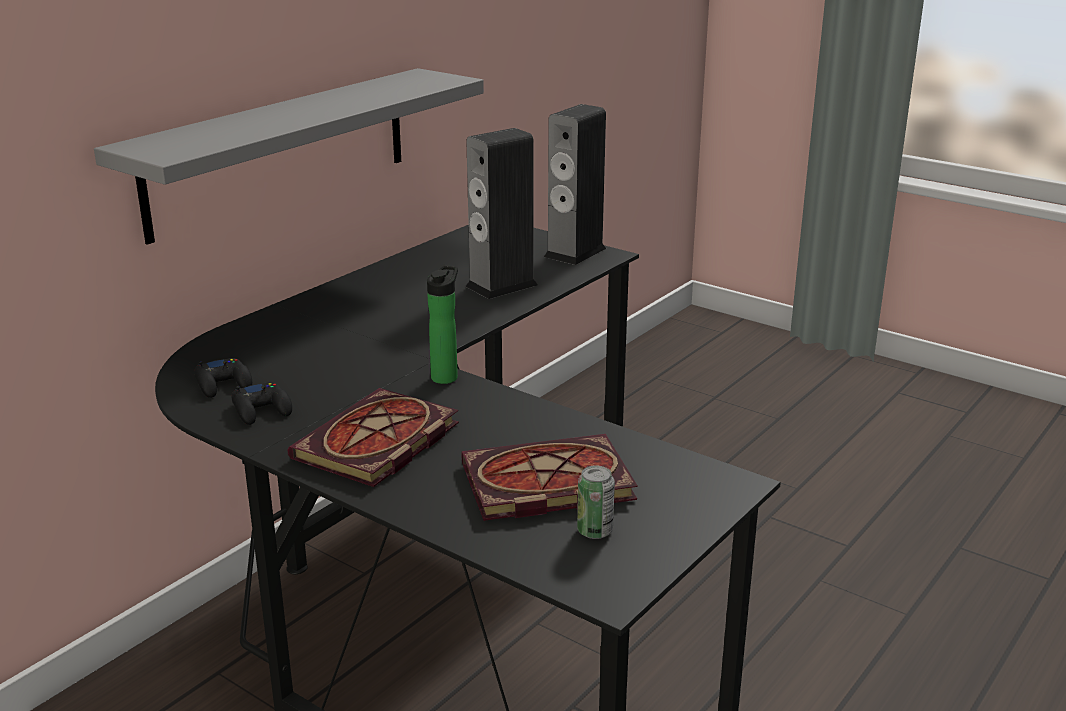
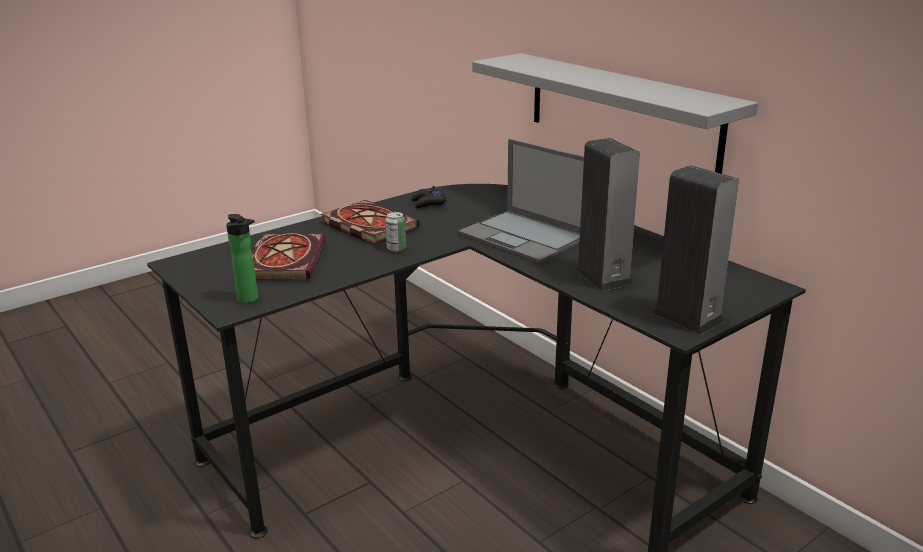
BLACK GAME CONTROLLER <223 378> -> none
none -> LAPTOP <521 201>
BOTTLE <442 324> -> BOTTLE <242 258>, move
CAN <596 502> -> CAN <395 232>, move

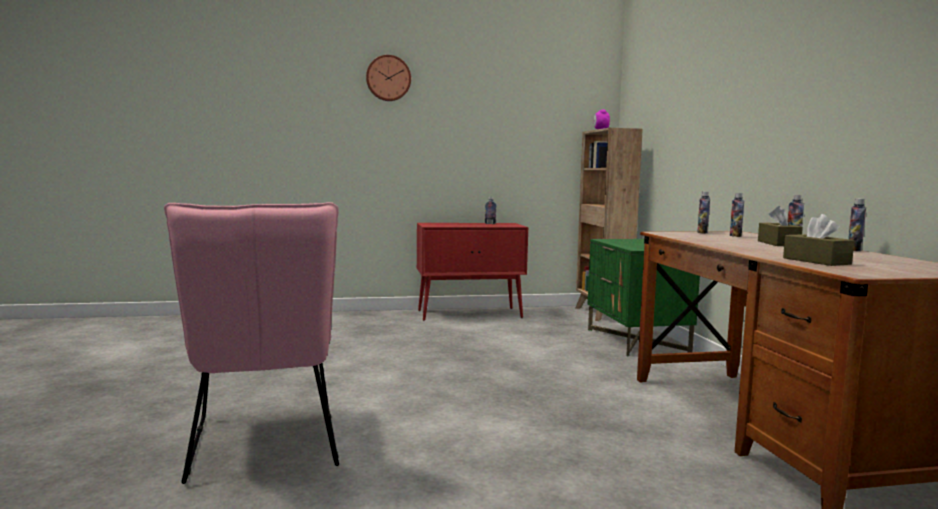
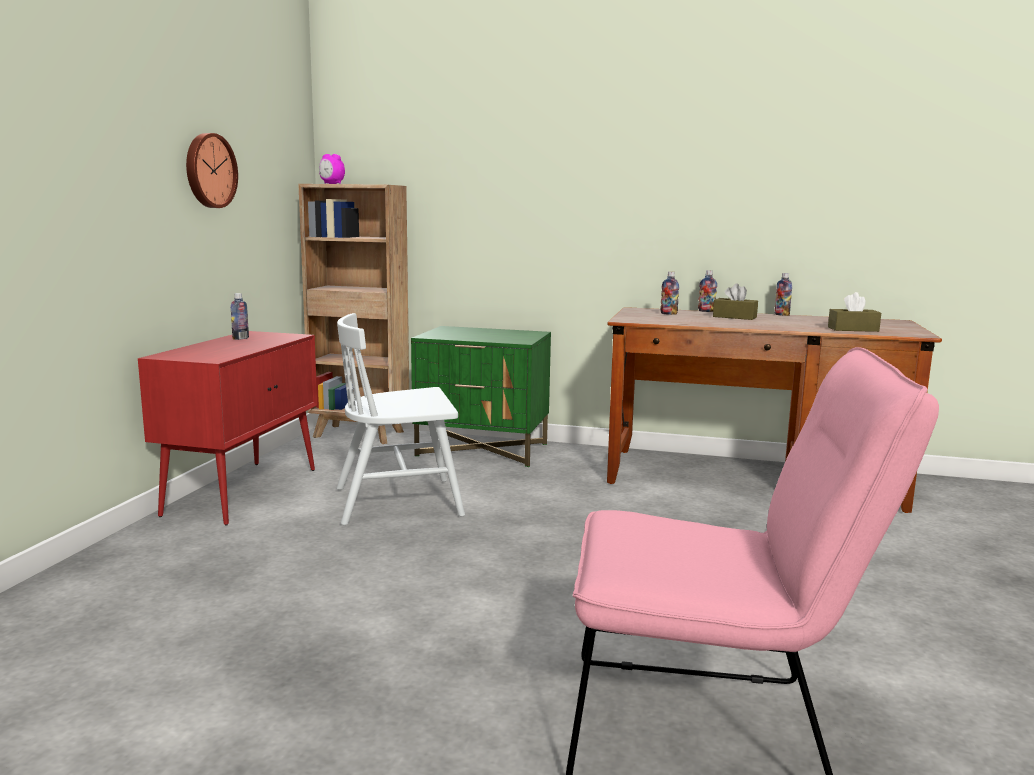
BOTTLE <703 212> -> none
none -> WHITE CHAIR <400 419>
WALL CLOCK <388 78> -> WALL CLOCK <212 170>, move

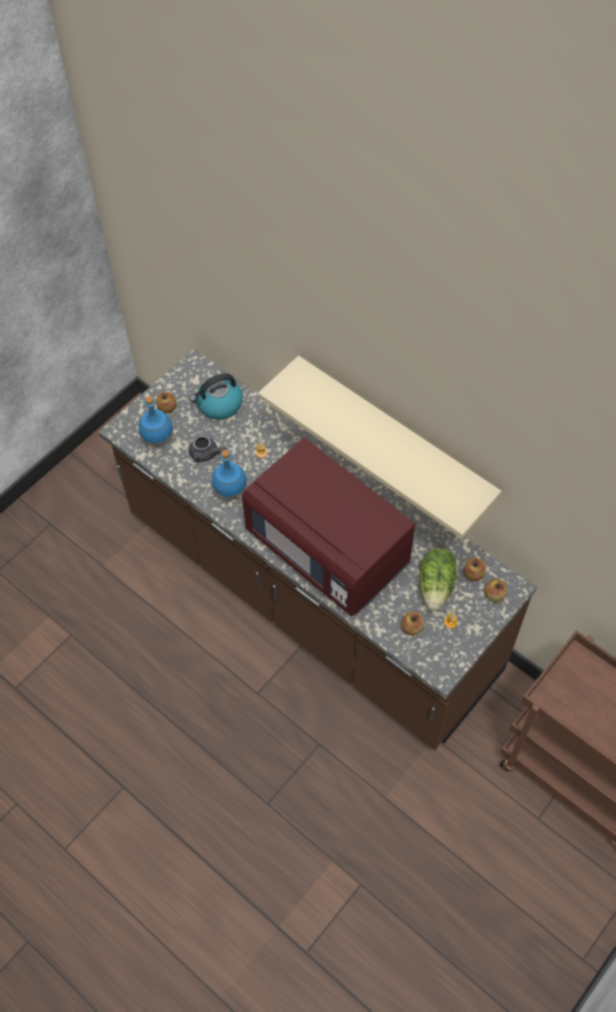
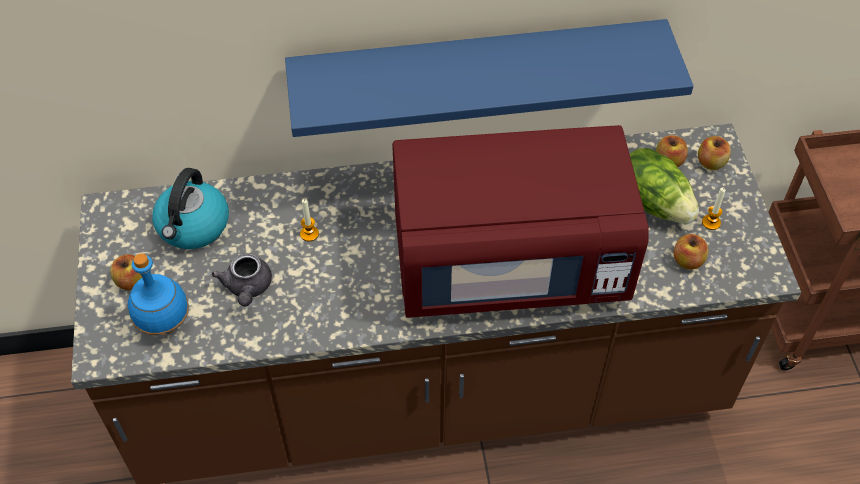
BLUE BOTTLE <229 474> -> none
BEIGE SHELF <379 447> -> BLUE SHELF <489 78>
GREY TEAPOT <208 448> -> GREY TEAPOT <242 280>, 105 degrees clockwise

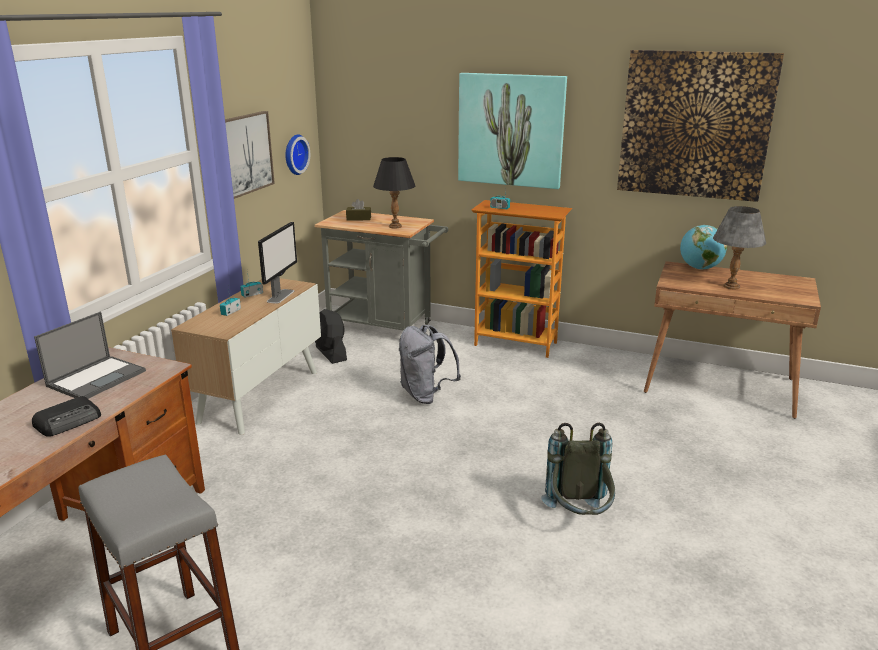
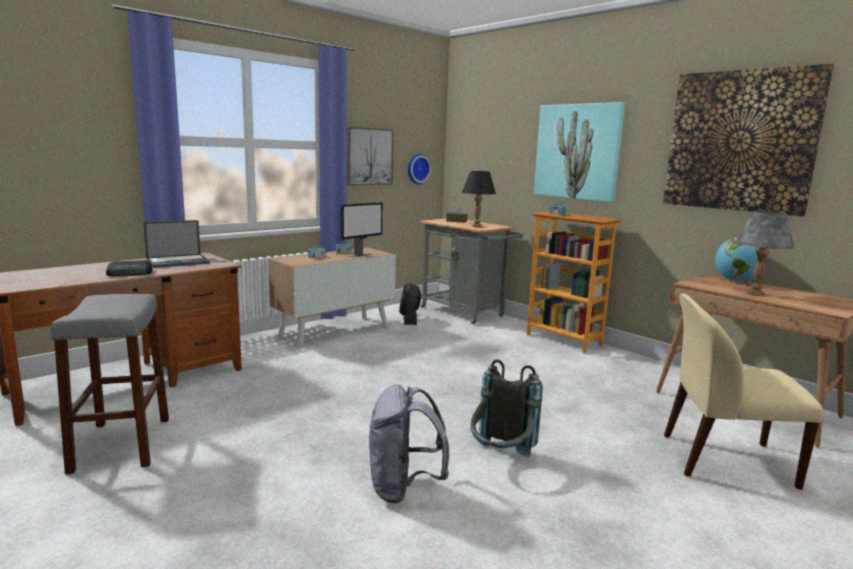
none -> BEIGE CHAIR <744 392>
GREY BACKPACK <430 364> -> GREY BACKPACK <409 443>, move

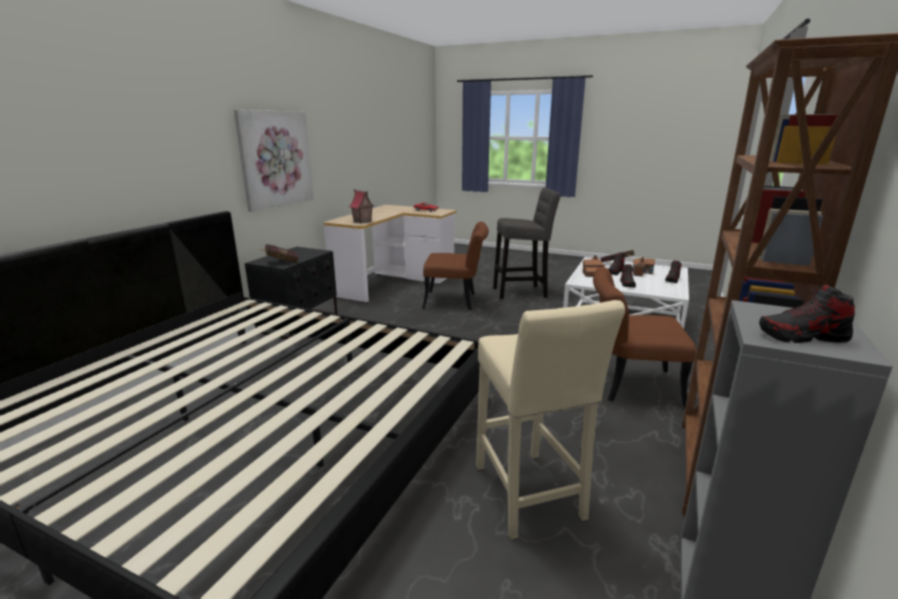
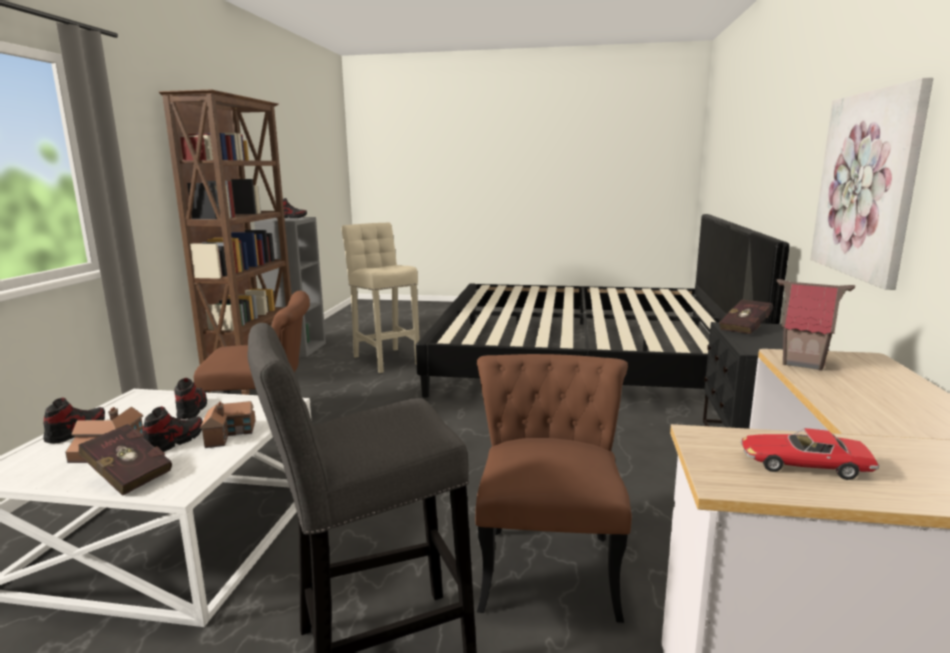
BROWN CHAIR <455 266> -> BROWN CHAIR <553 488>, 105 degrees clockwise

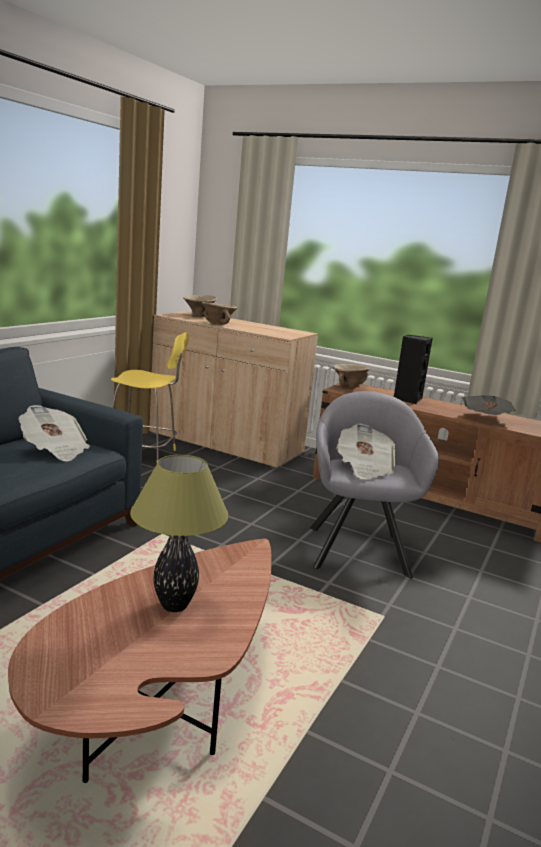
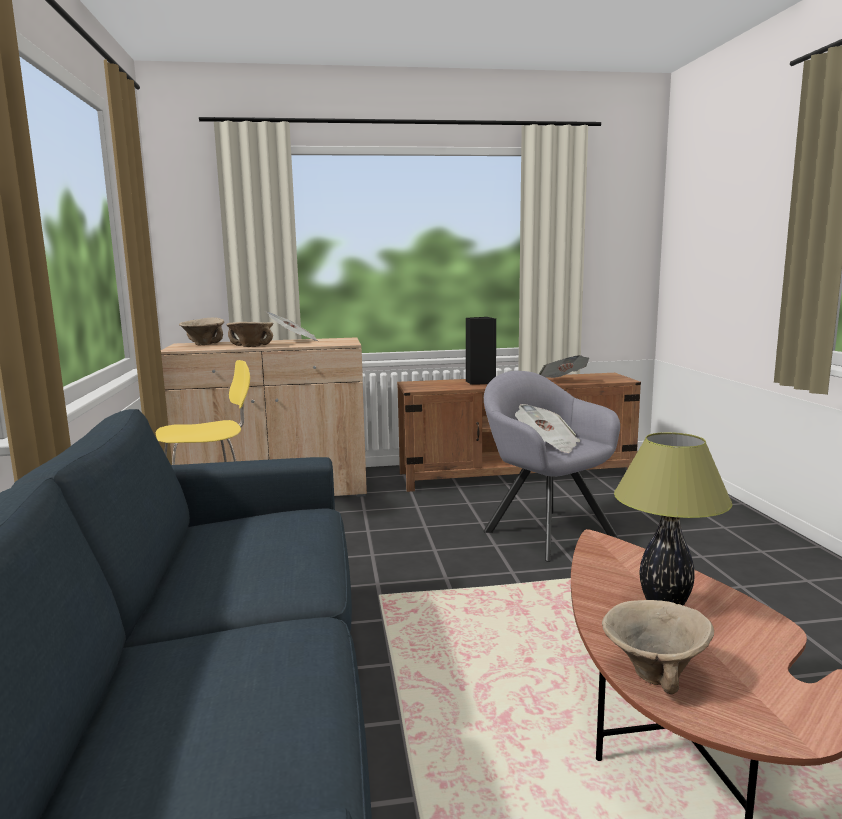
NEWSPAPER <54 433> -> NEWSPAPER <291 326>, move
BEIGE BOWL <351 376> -> BEIGE BOWL <658 647>, move

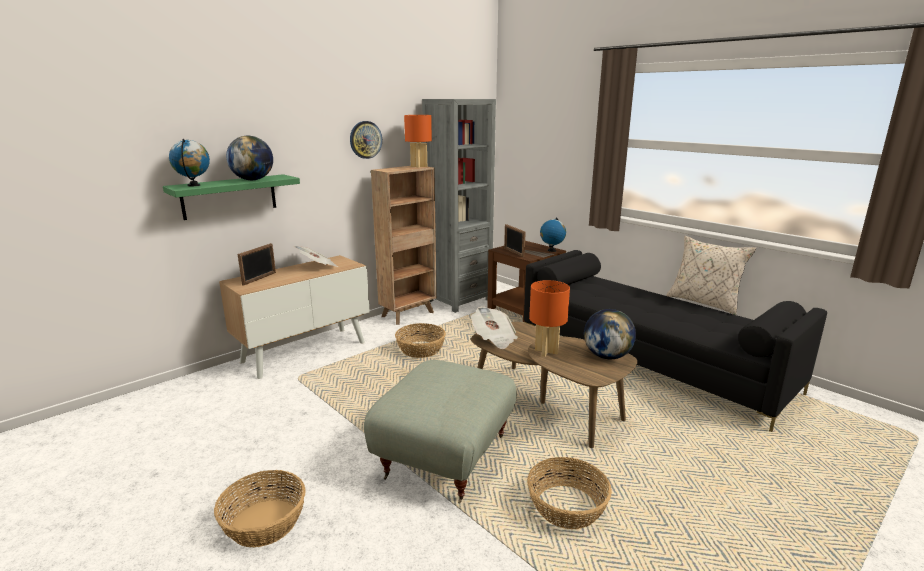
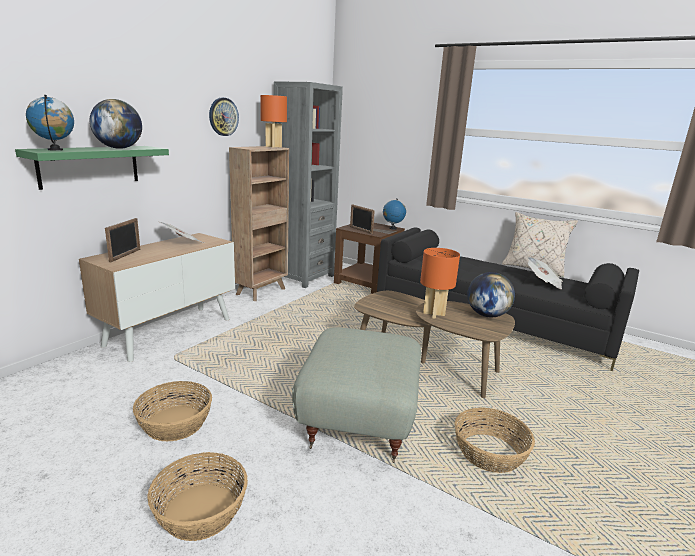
BASKET <420 340> -> BASKET <172 411>, move
NEWSPAPER <494 327> -> NEWSPAPER <545 273>, move

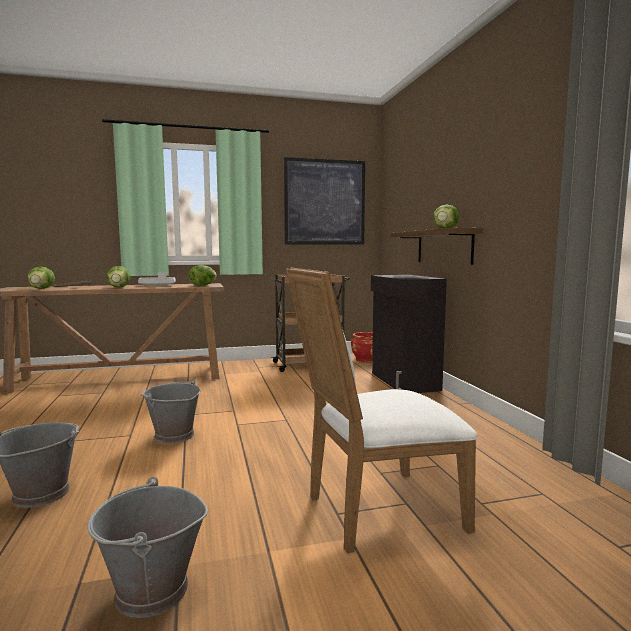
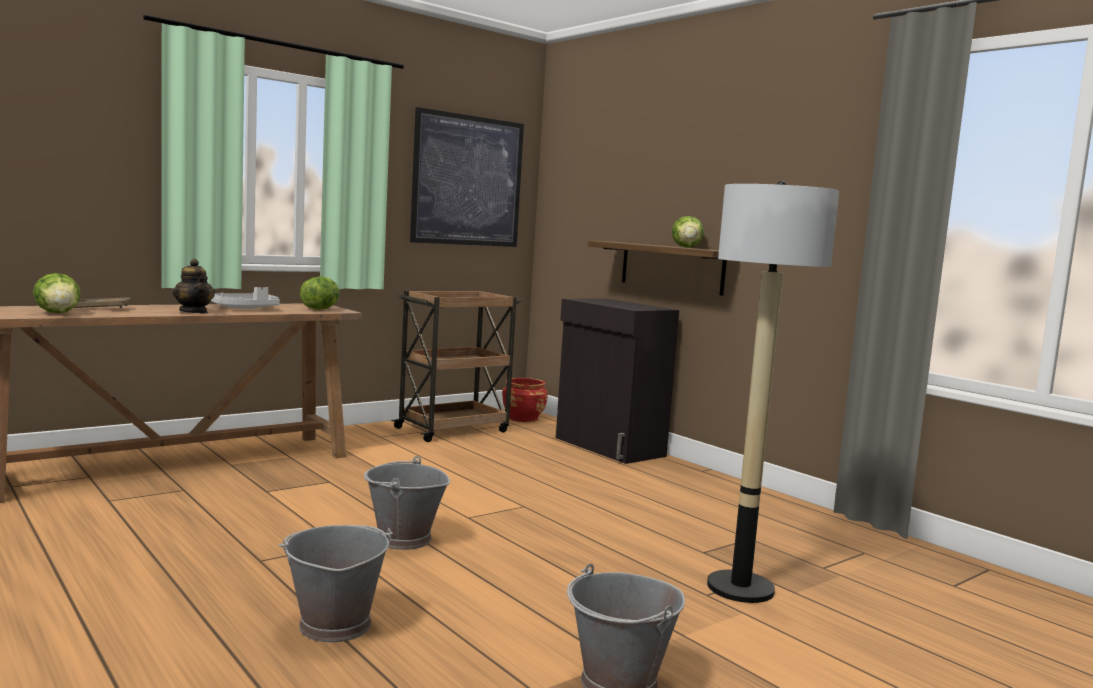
LETTUCE <118 277> -> TEAPOT <194 286>
WHITE CHAIR <381 410> -> FLOOR LAMP <773 392>

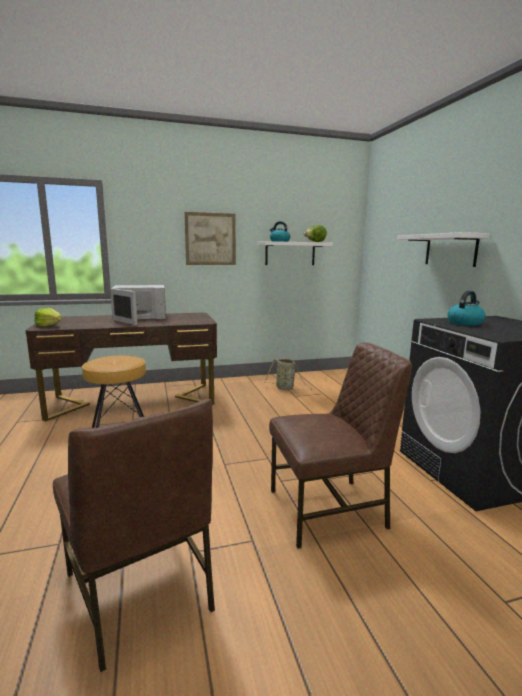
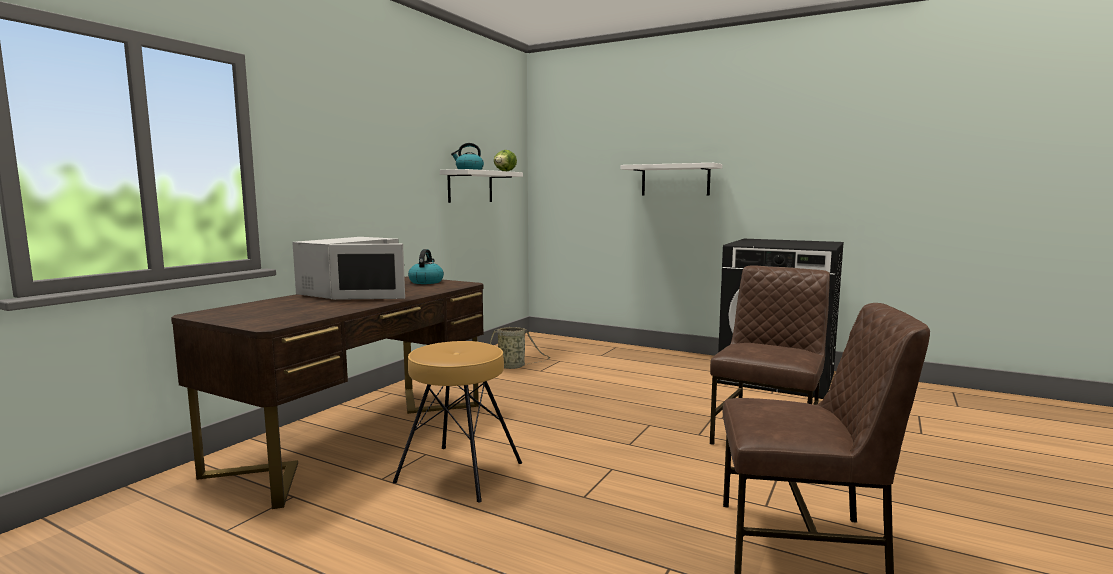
LETTUCE <48 317> -> none
PICTURE <210 238> -> none
KETTLE <466 308> -> KETTLE <426 266>, move

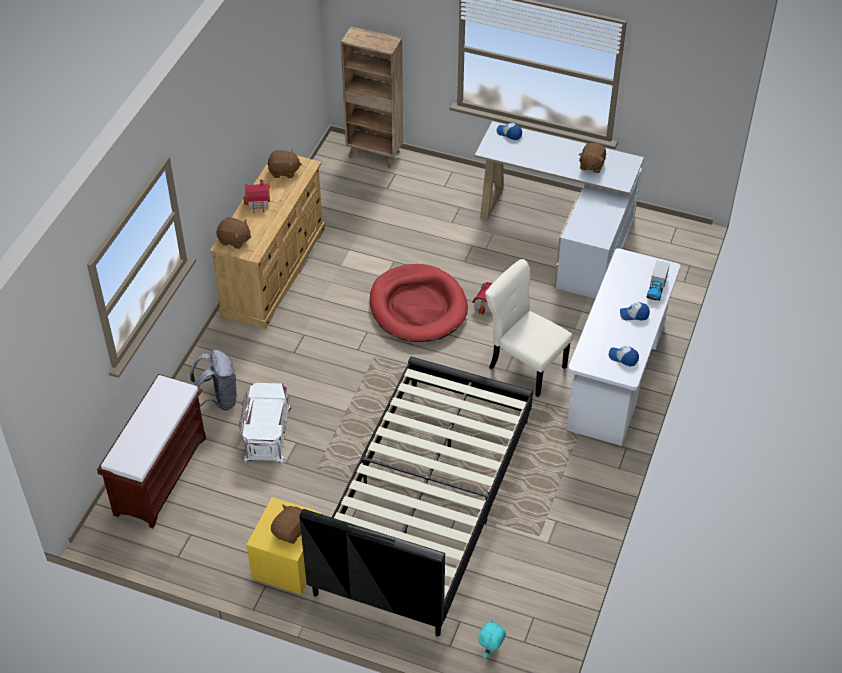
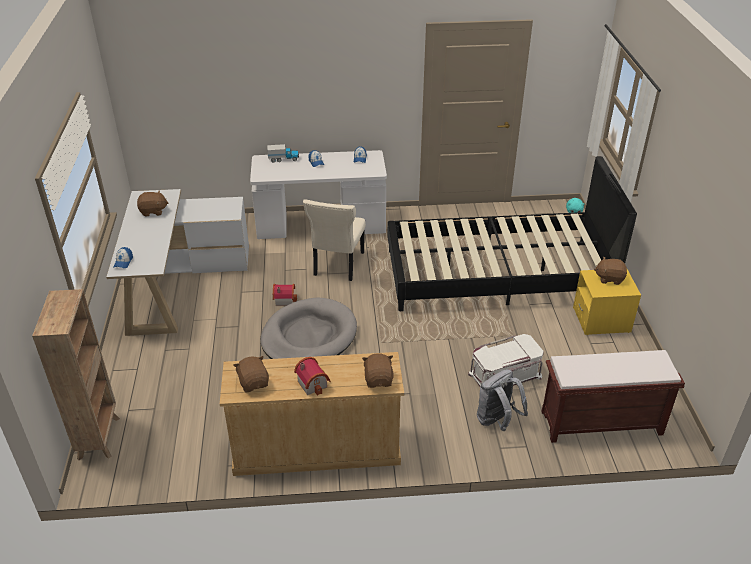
RED DOG BED <419 303> -> GREY DOG BED <309 328>

